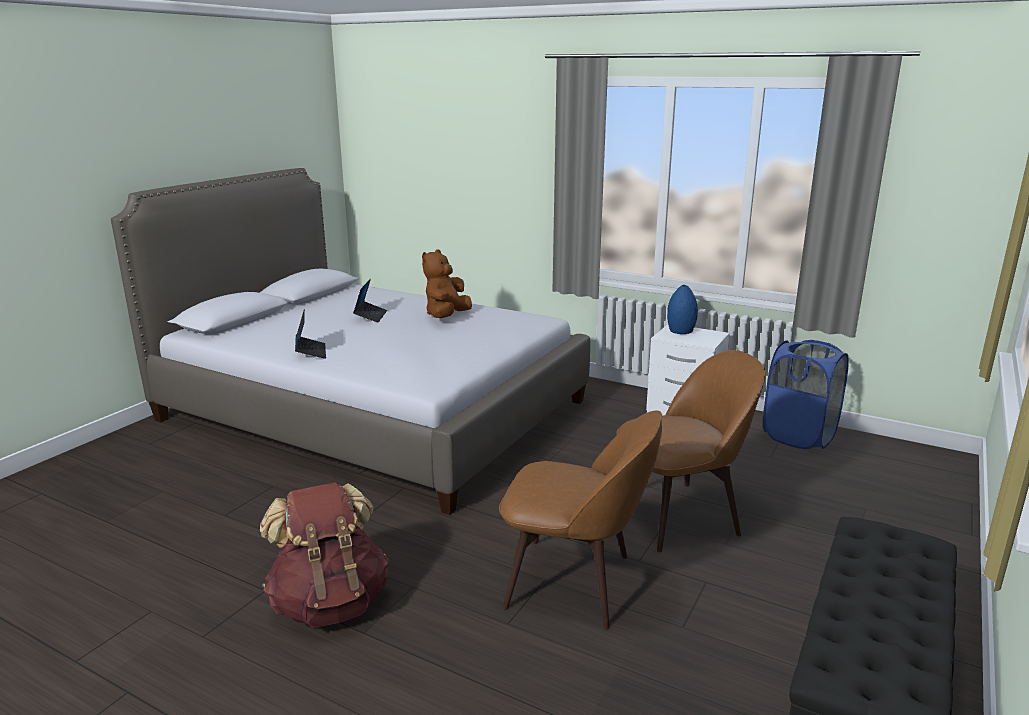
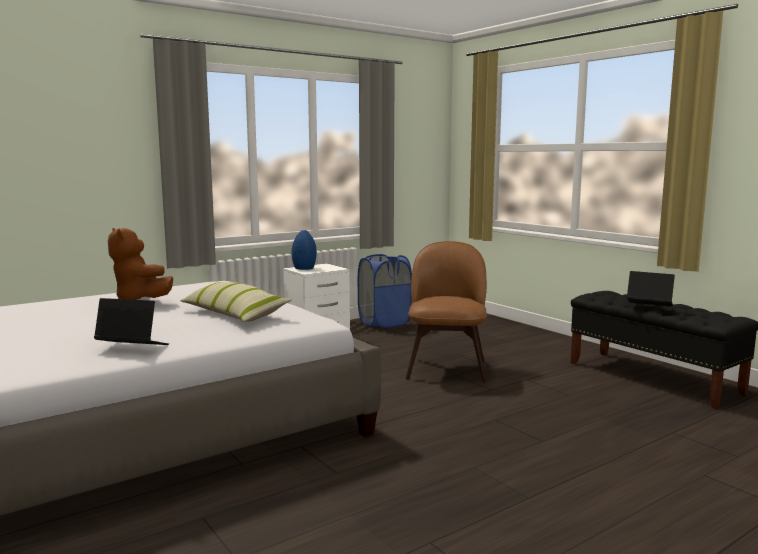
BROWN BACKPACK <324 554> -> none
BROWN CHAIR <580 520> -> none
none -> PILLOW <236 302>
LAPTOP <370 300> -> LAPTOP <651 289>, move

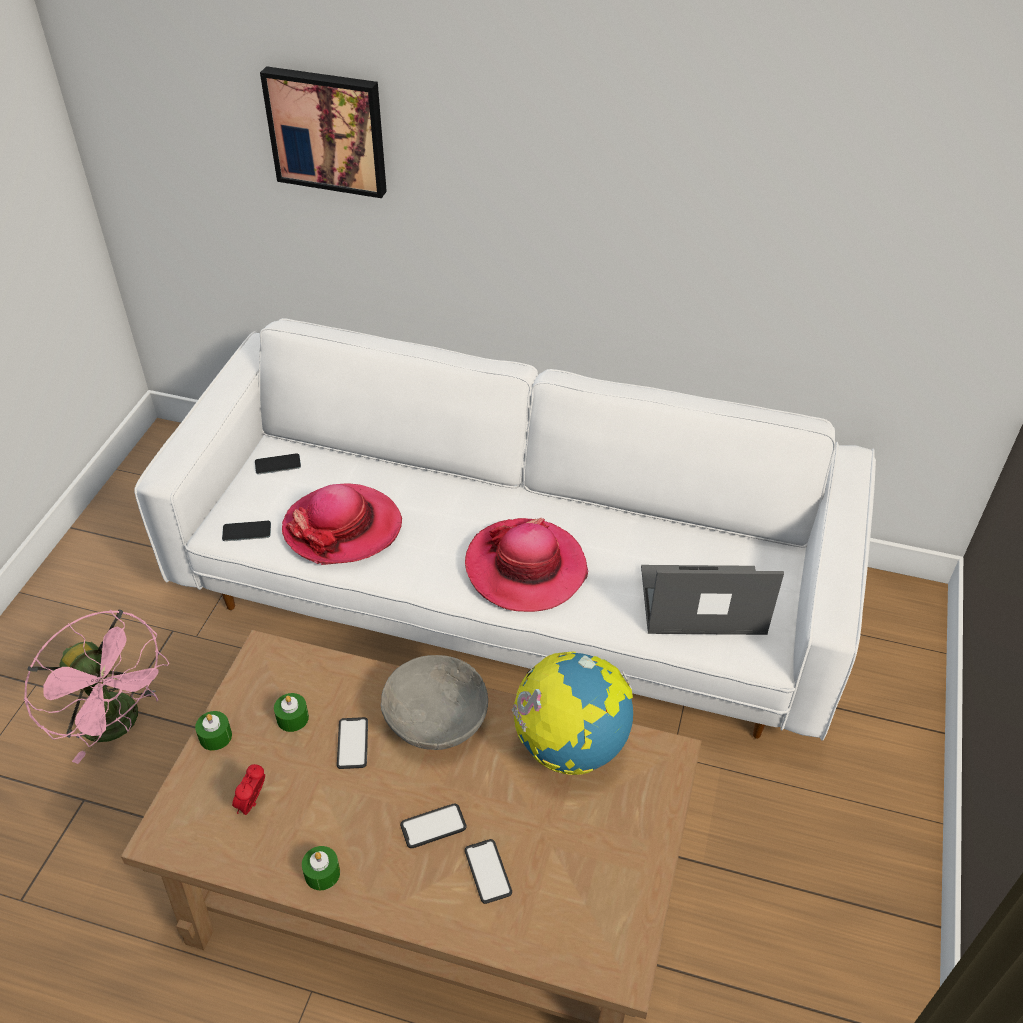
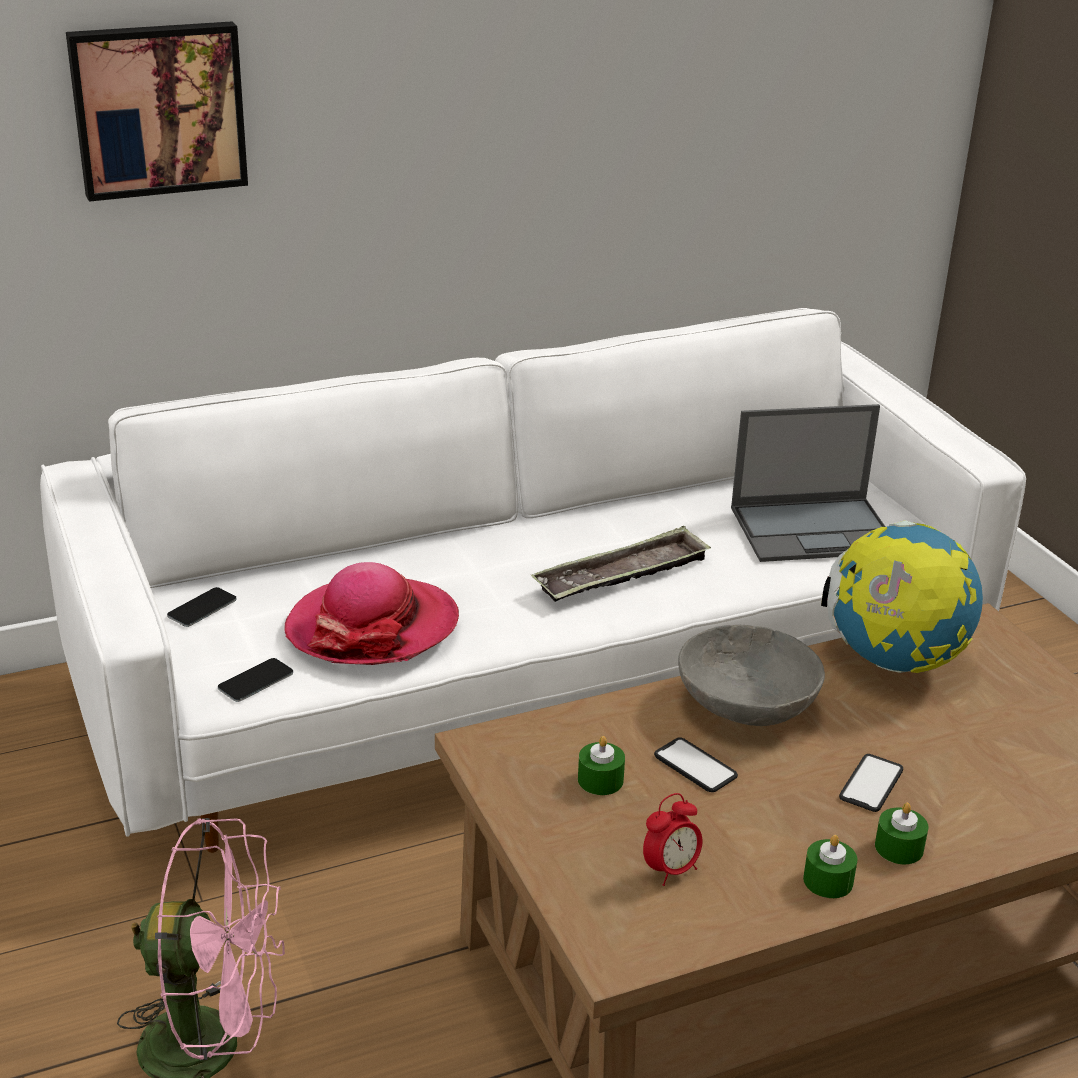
PHONE <488 871> -> none
GREEN CANDLE <213 731> -> GREEN CANDLE <902 833>, move
HAT <526 565> -> TRAY <621 564>
ALARM CLOCK <248 789> -> ALARM CLOCK <672 839>, 105 degrees counterclockwise
LAPTOP <712 600> -> LAPTOP <808 483>, 150 degrees counterclockwise

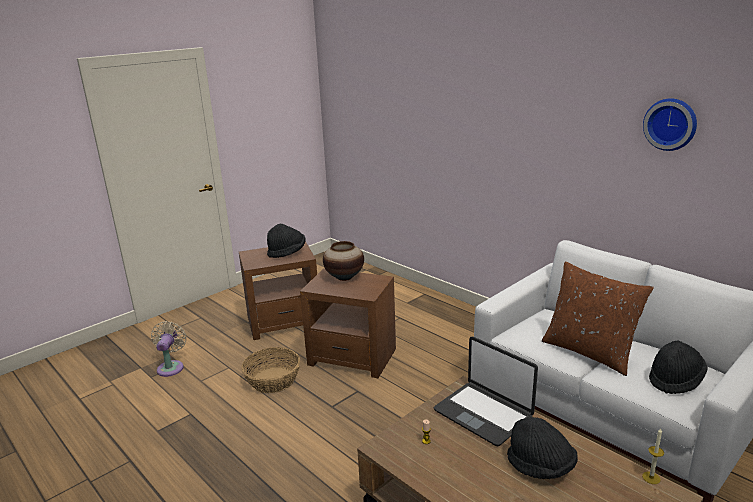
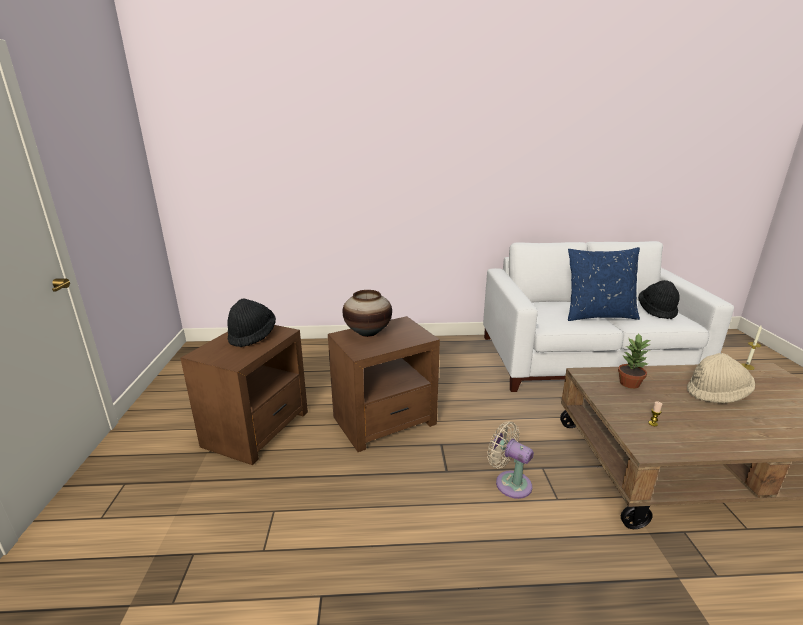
BASKET <270 370> -> none
WALL CLOCK <670 124> -> none
BEIGE FAN <168 349> -> BEIGE FAN <510 460>, move
LAPTOP <486 391> -> POTTED PLANT <634 361>
BLACK HAT <542 448> -> BEIGE HAT <721 378>
BROWN PILLOW <598 319> -> BLUE PILLOW <604 284>

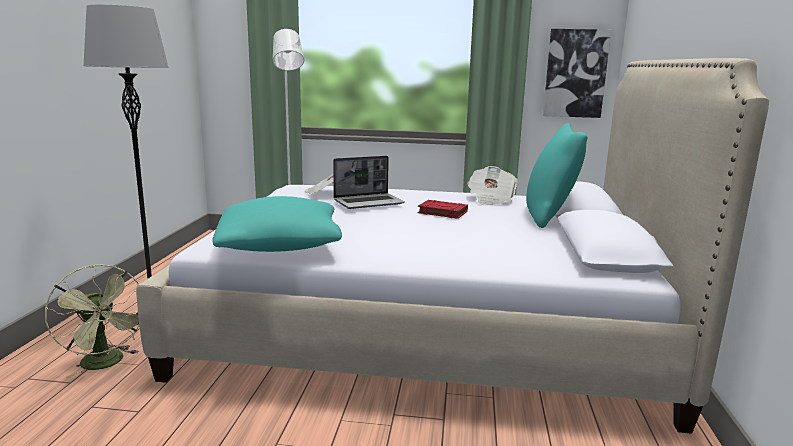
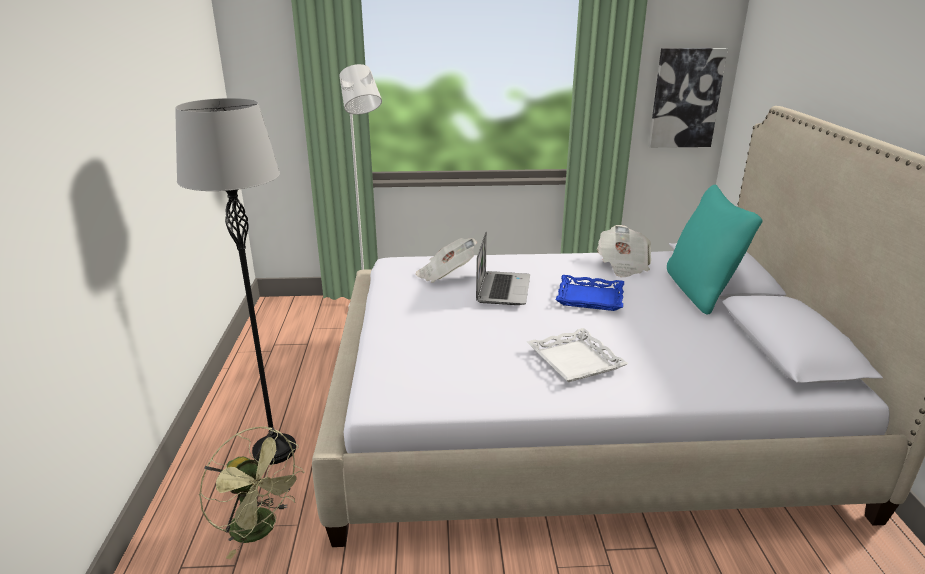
TURQUOISE PILLOW <277 224> -> none
none -> WHITE TRAY <577 355>
RED BOOK <443 209> -> BLUE TRAY <590 293>
LAPTOP <369 182> -> LAPTOP <503 268>, 45 degrees counterclockwise

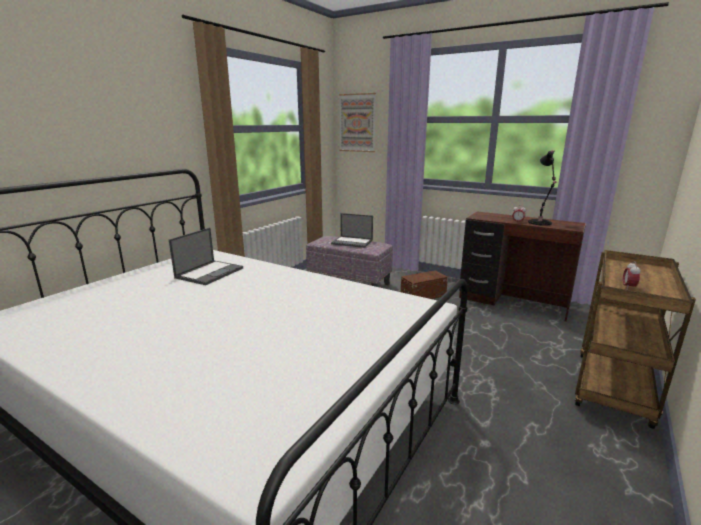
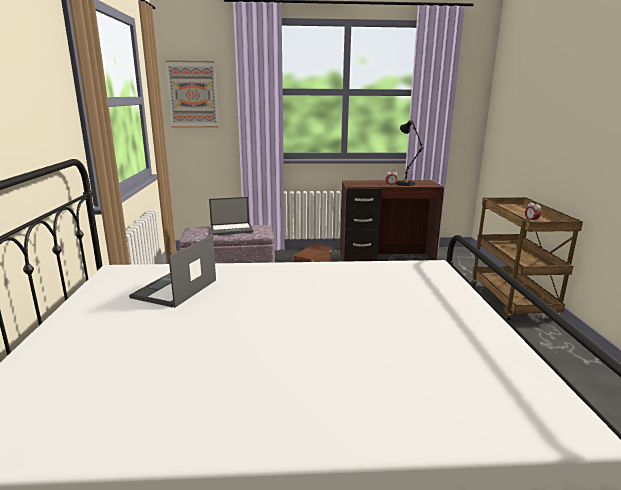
LAPTOP <206 256> -> LAPTOP <172 271>, 150 degrees counterclockwise

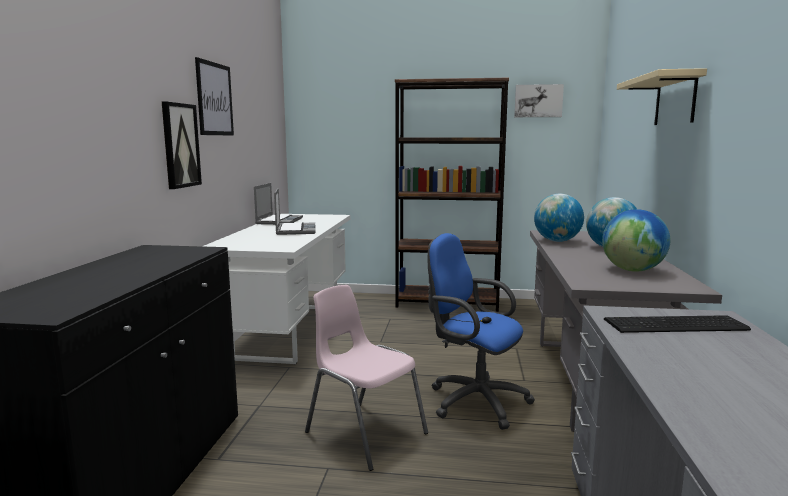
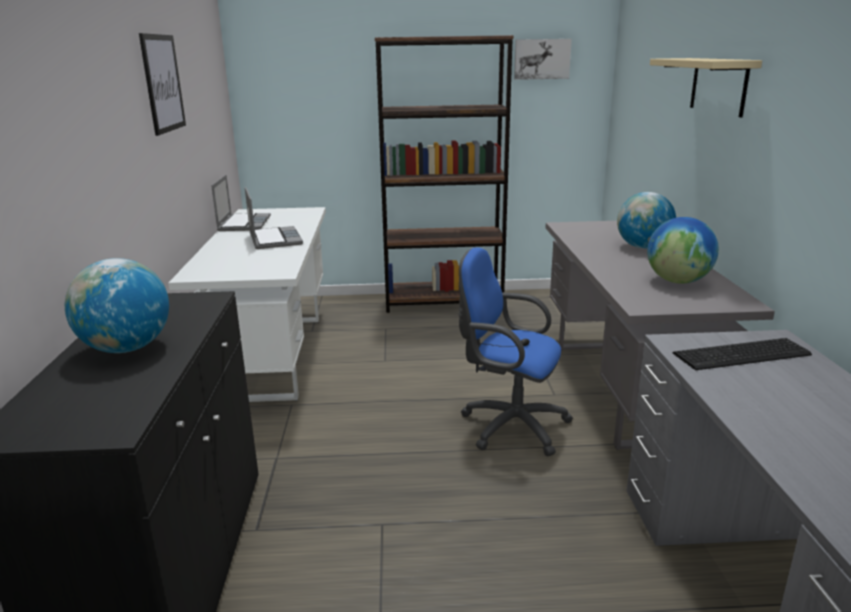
PICTURE <182 145> -> none
PINK CHAIR <366 378> -> none
GLOBE <559 218> -> GLOBE <117 305>, move

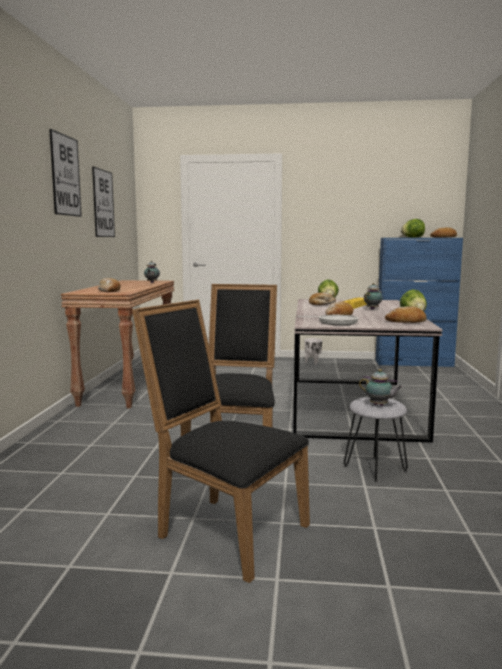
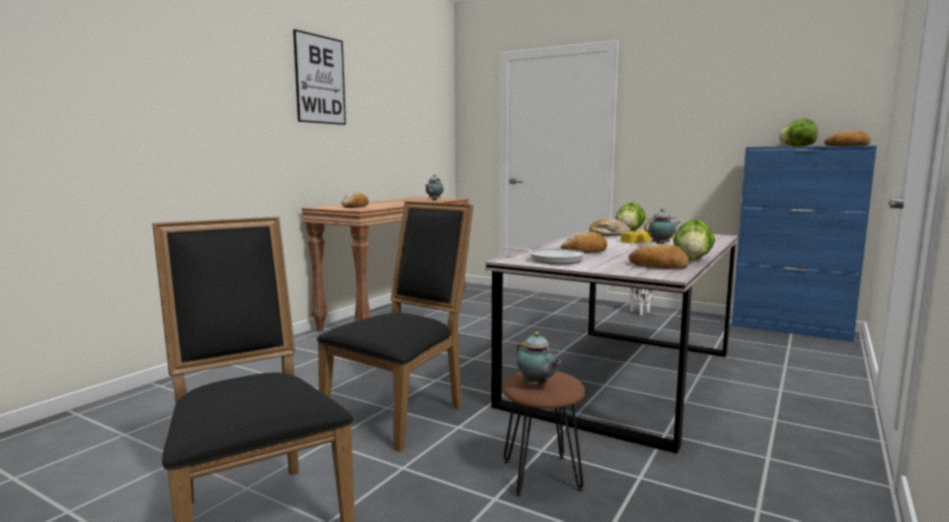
PICTURE <103 201> -> none
GREY STOOL <376 439> -> BROWN STOOL <544 434>

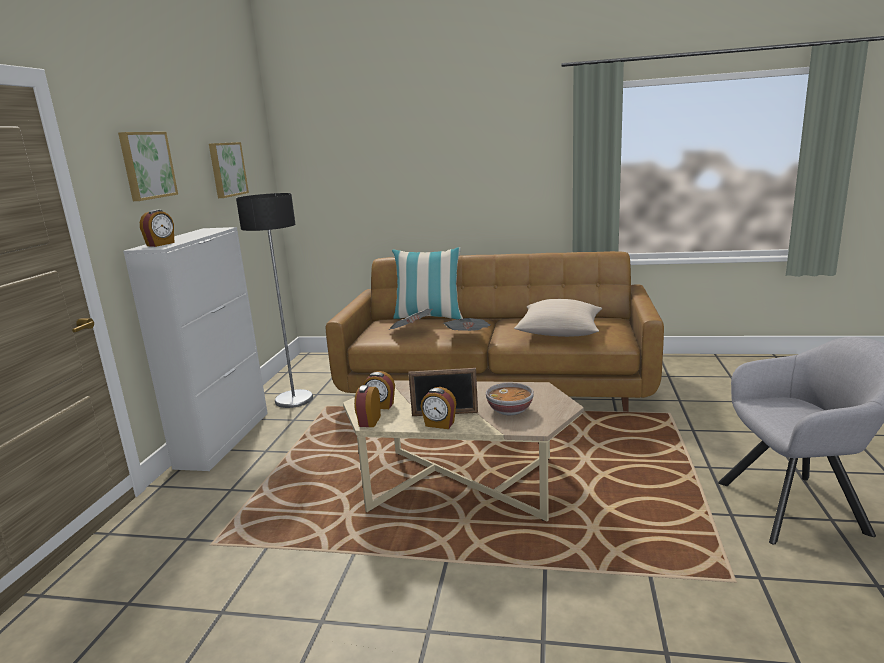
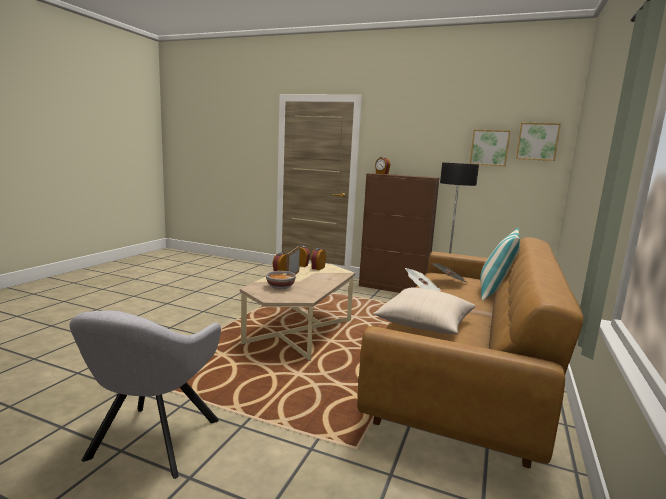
PICTURE <148 166> -> PICTURE <538 142>, move
WHITE CABINET <195 349> -> BROWN CABINET <399 233>

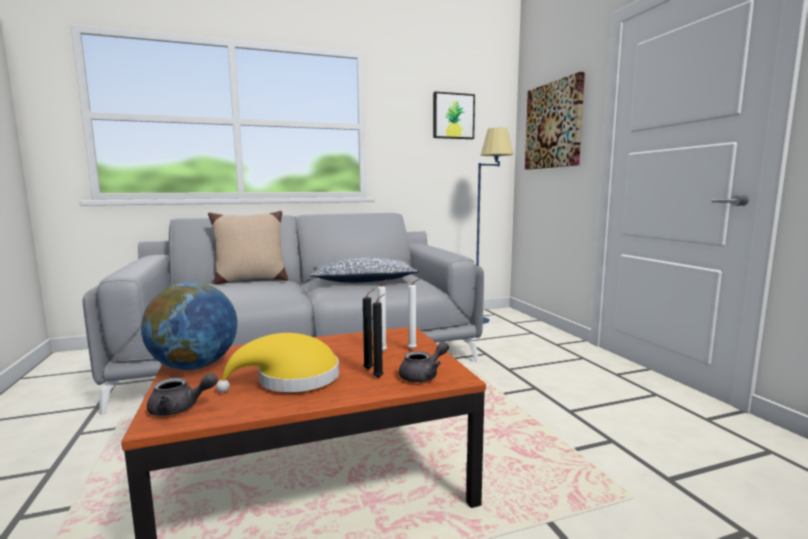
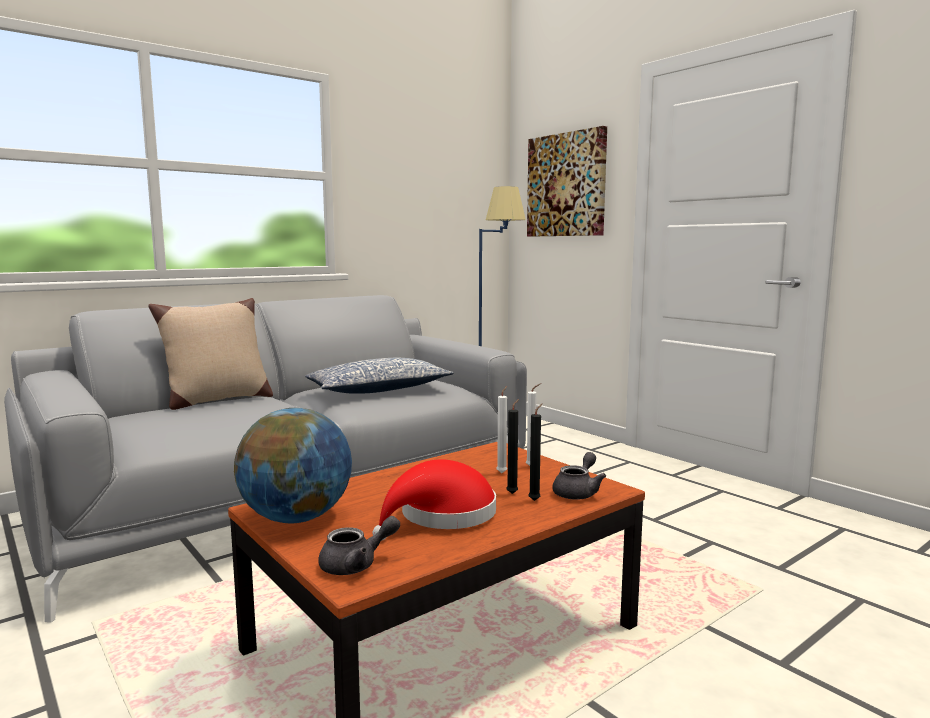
PICTURE <454 115> -> none
YELLOW HAT <277 363> -> RED HAT <434 500>

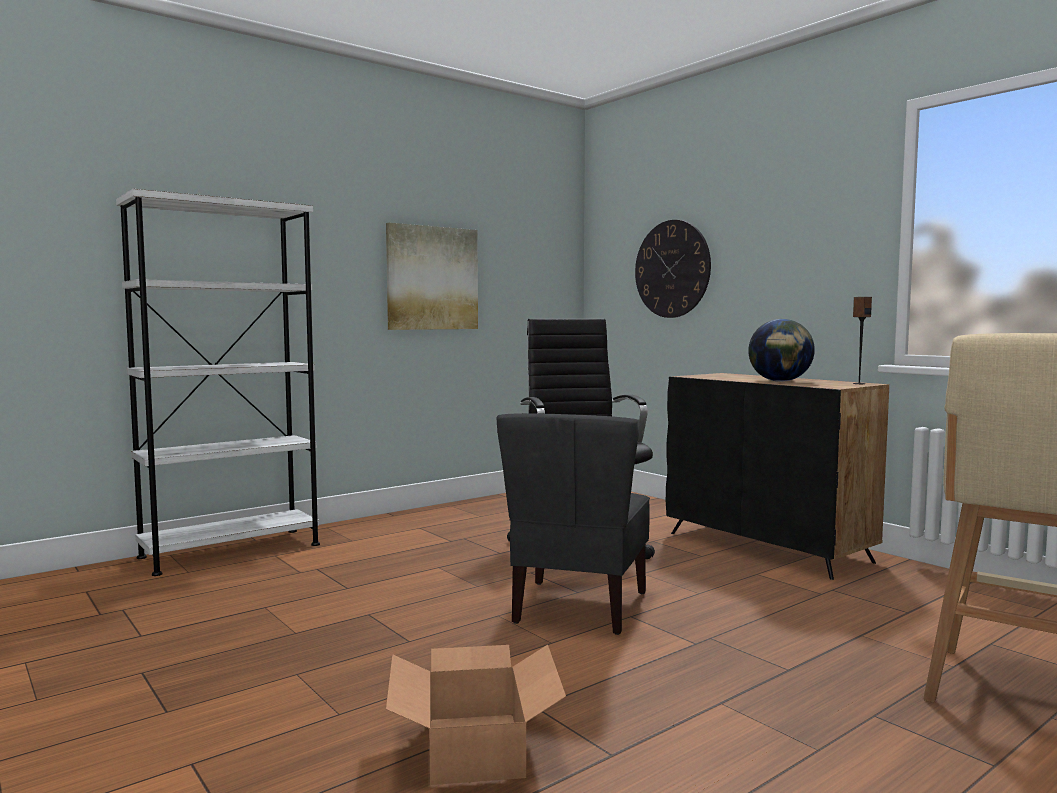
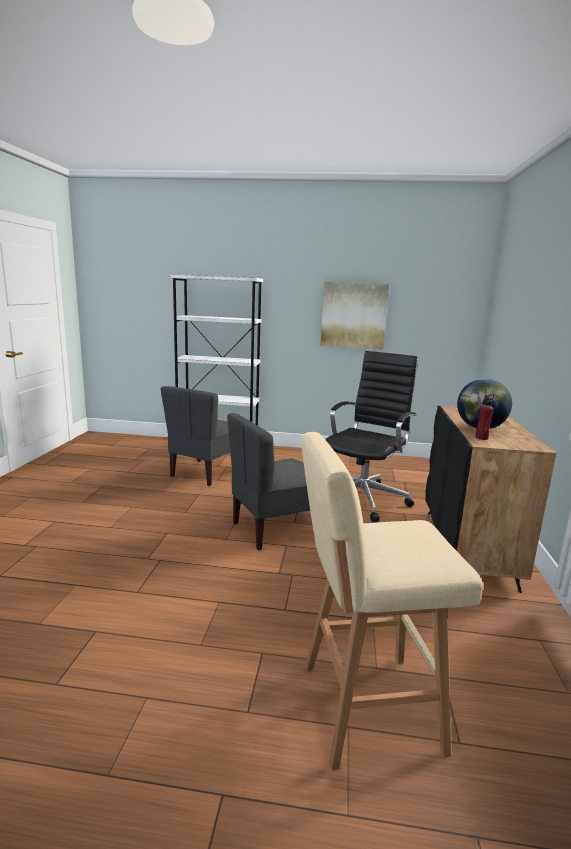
CARDBOARD BOX <476 715> -> none
WALL CLOCK <673 269> -> none
SPEAKER <862 340> -> none
none -> GREY CHAIR <195 436>
none -> RED BOTTLE <485 417>

